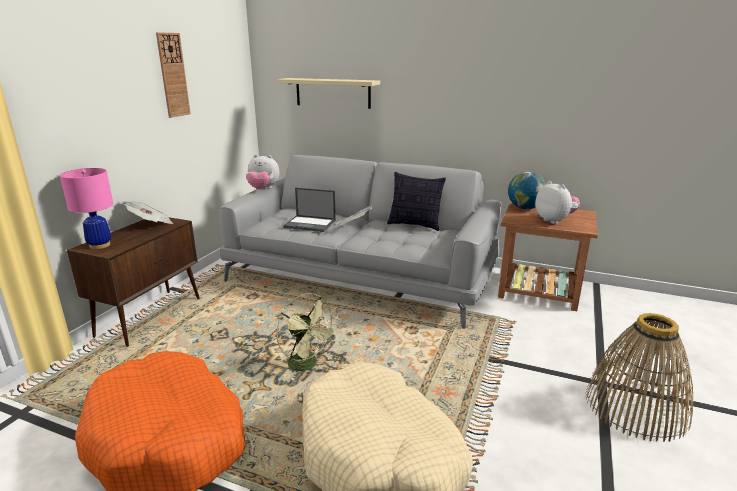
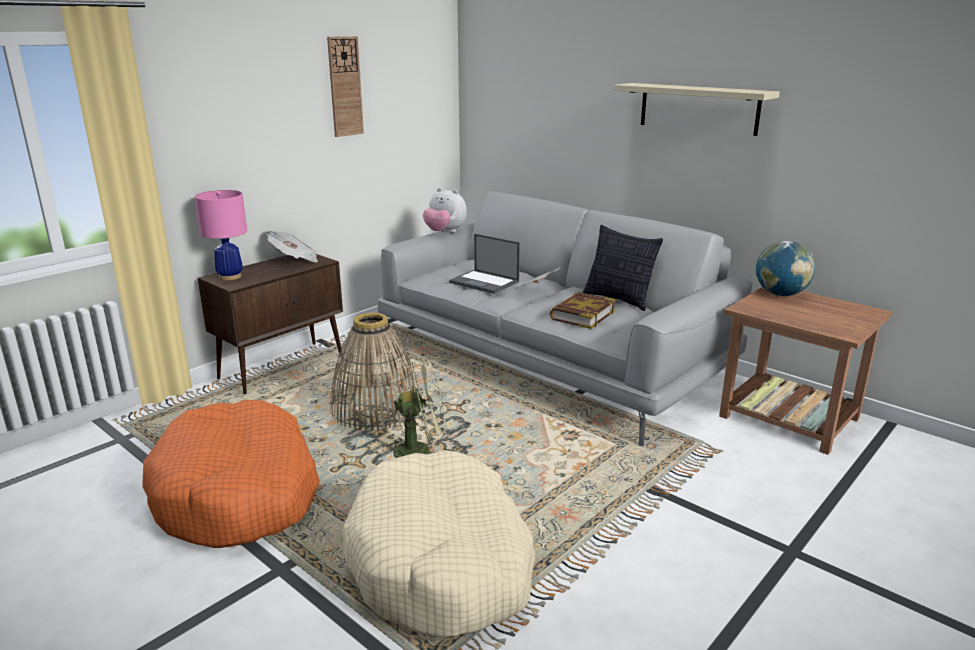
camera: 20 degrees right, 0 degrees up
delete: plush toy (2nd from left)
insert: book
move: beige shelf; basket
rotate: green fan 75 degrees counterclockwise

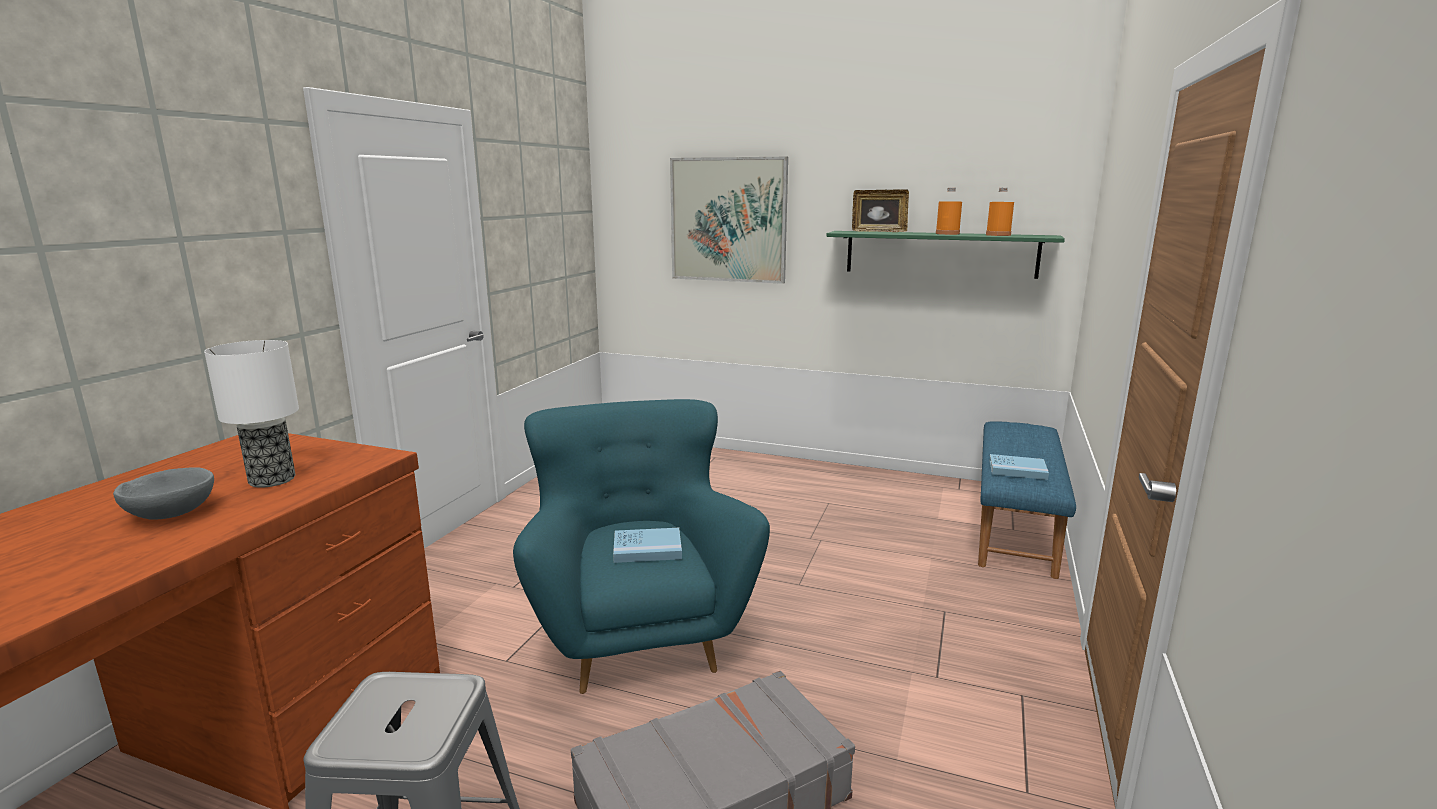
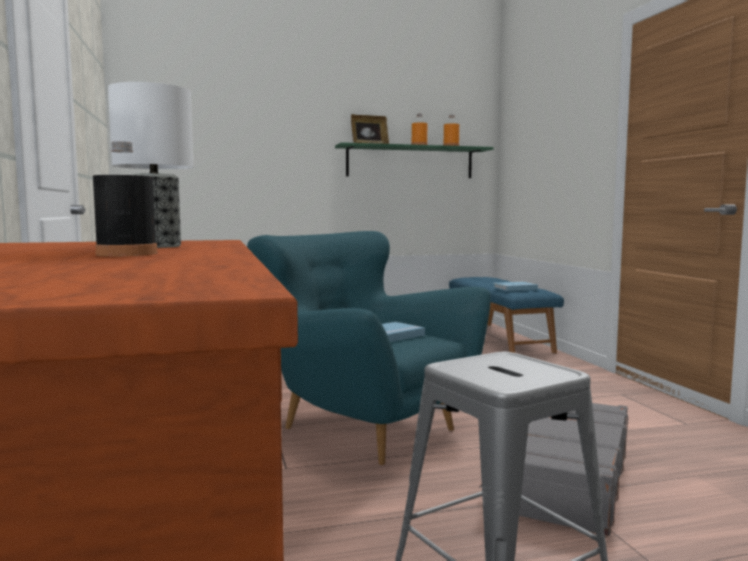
camera: 35 degrees left, 10 degrees down
delete: picture
replace: grey bowl to black bottle

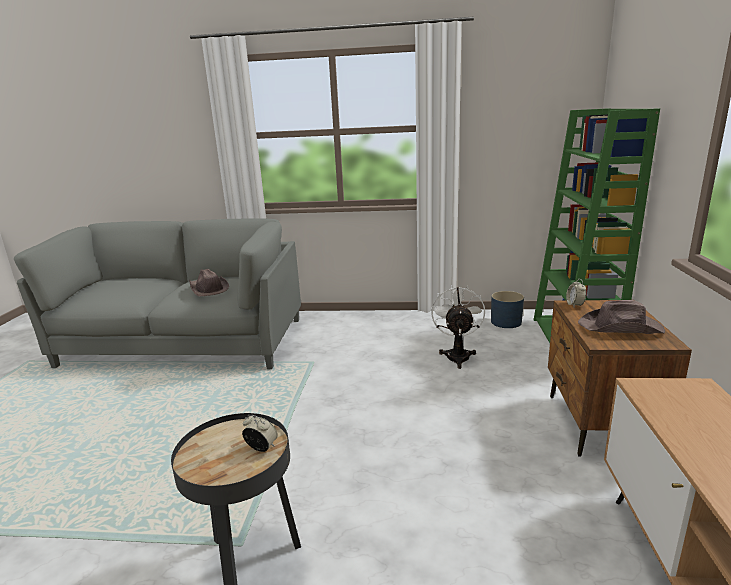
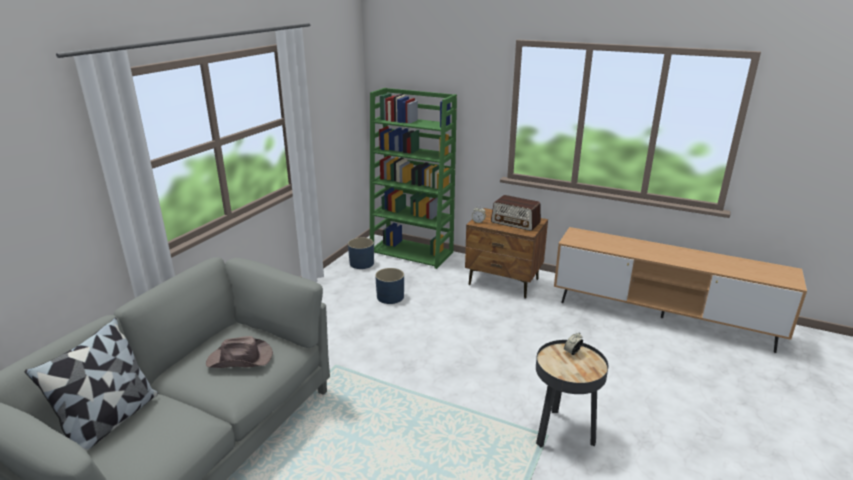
camera: 70 degrees left, 5 degrees up
insert: pillow
replace: white fan to blue planter (2nd from left); brown hat (2nd from left) to radio

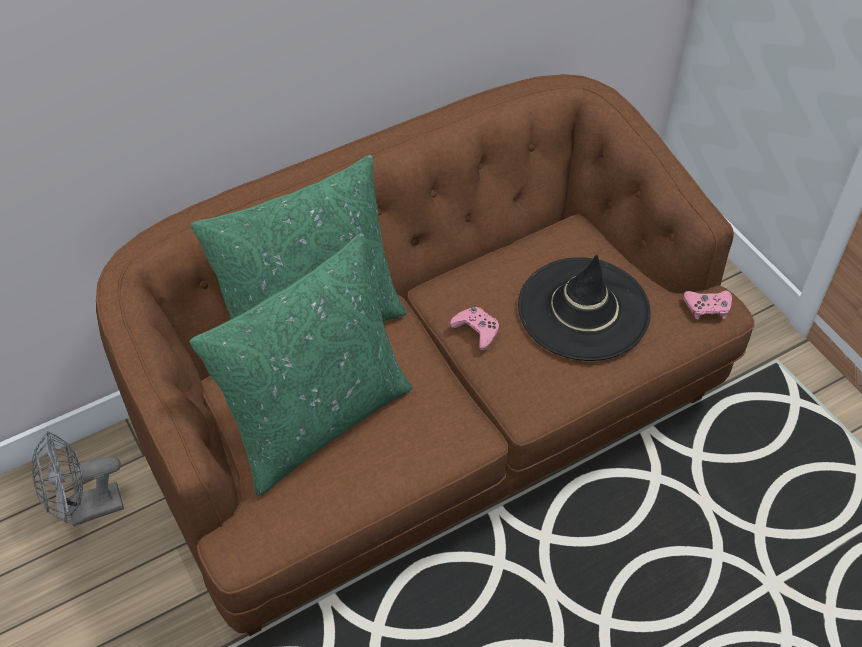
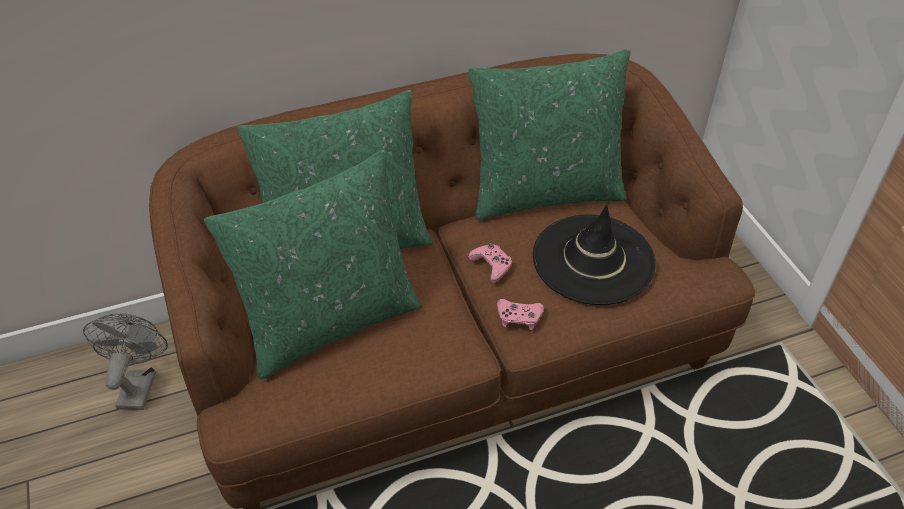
camera: 10 degrees right, 5 degrees down
insert: green pillow (3rd from left)
move: pink game controller (2nd from left)
rotate: grey fan 105 degrees clockwise

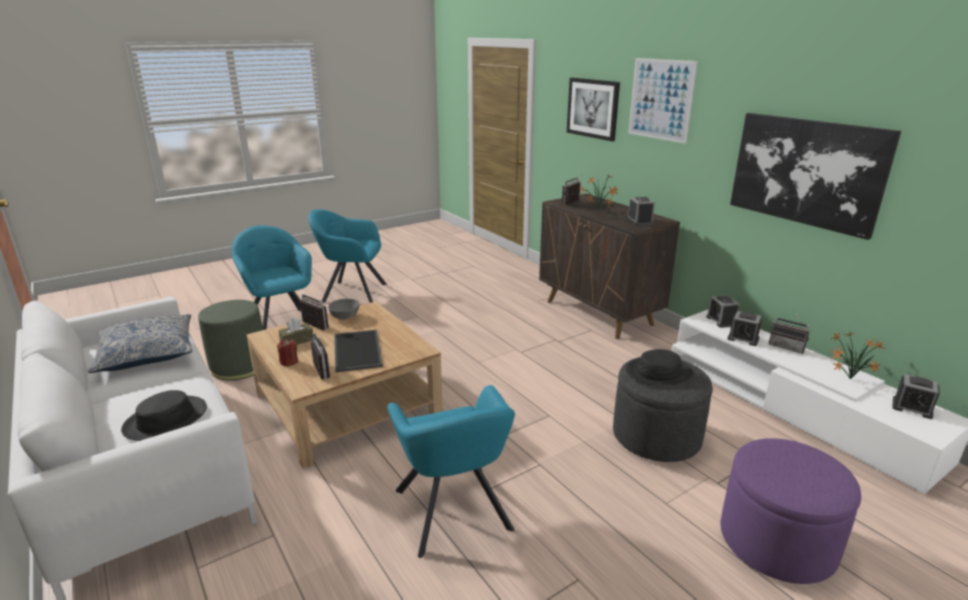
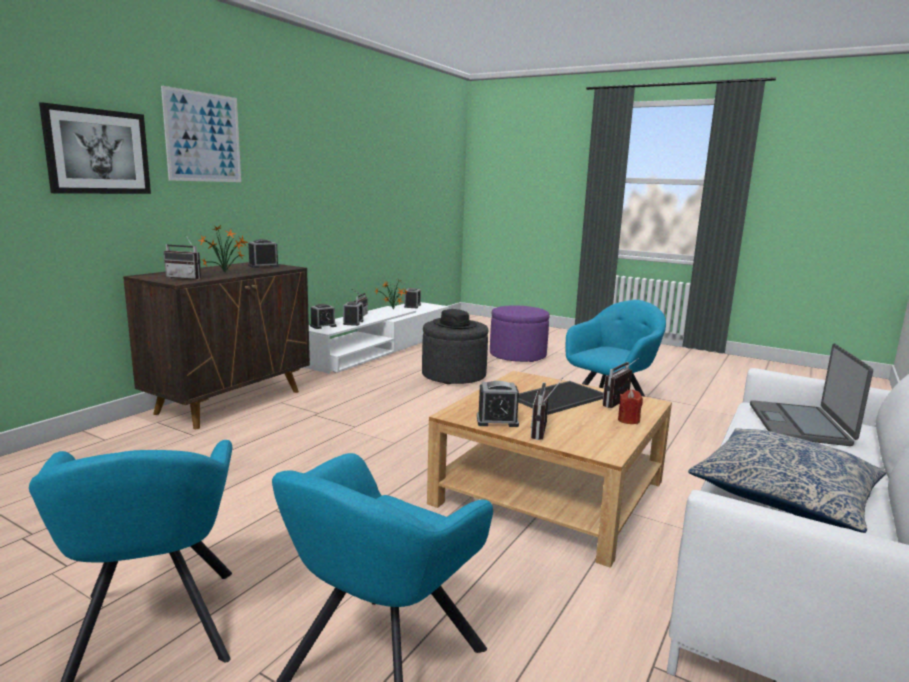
camera: 115 degrees left, 10 degrees down
delete: picture (3rd from left); green ottoman; brown tissue box
replace: grey bowl to alarm clock (5th from left); black hat (1st from left) to laptop

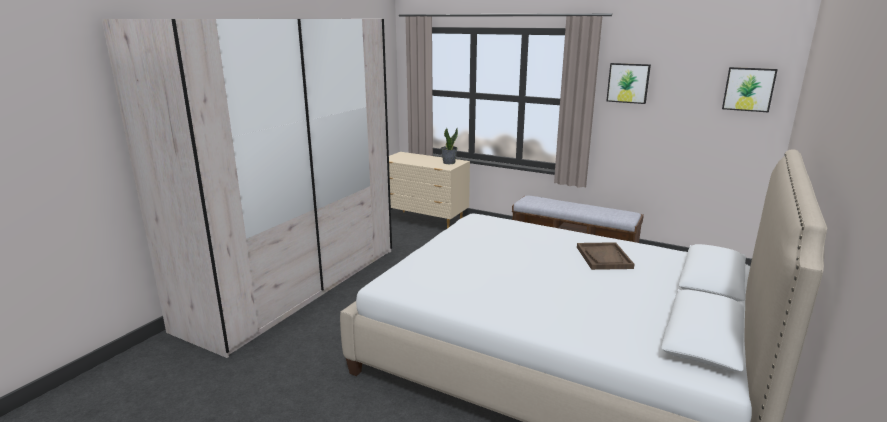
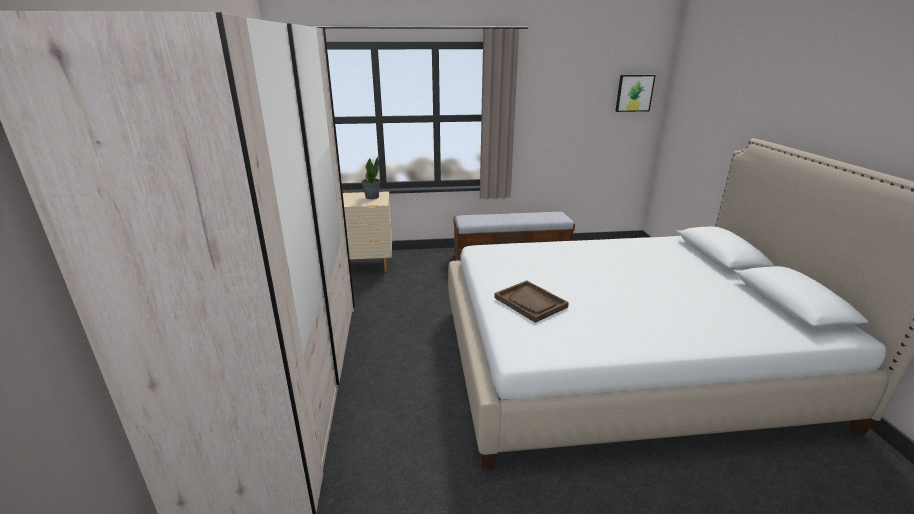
camera: 35 degrees left, 5 degrees up
delete: picture (1st from left)
move: brown tray

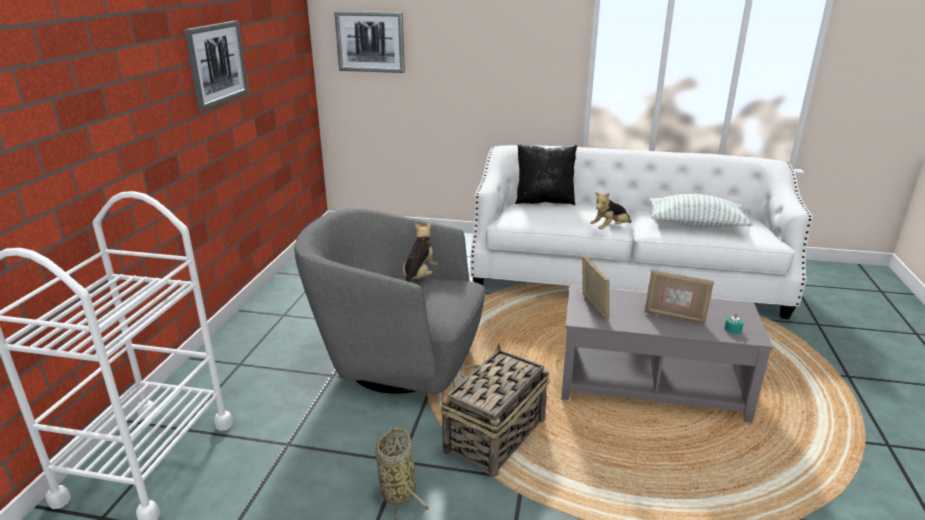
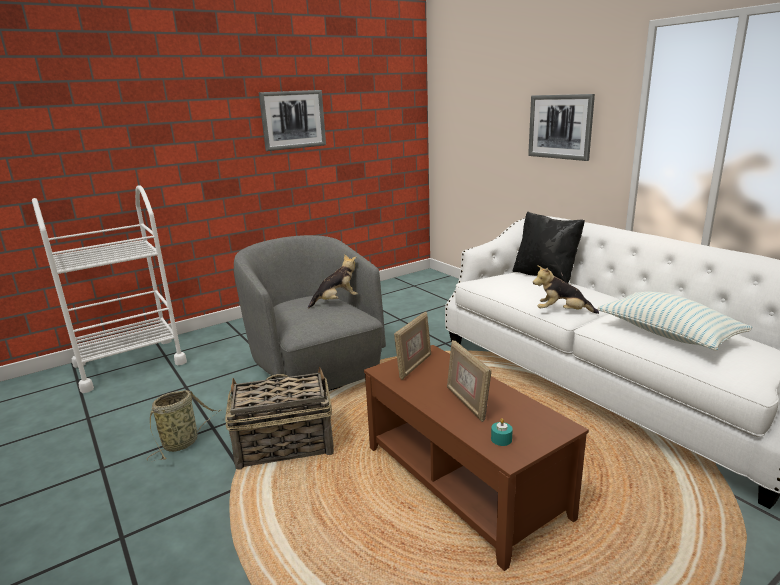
camera: 45 degrees right, 5 degrees down
move: picture (2nd from left)
recolor: grey coffee table to brown coffee table

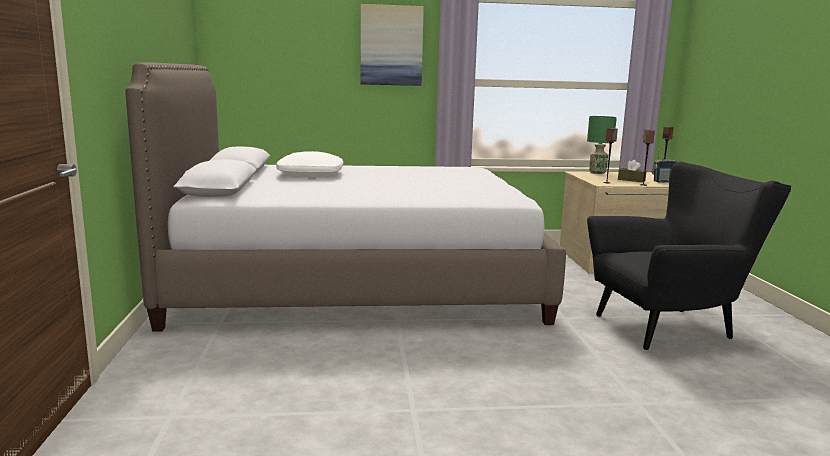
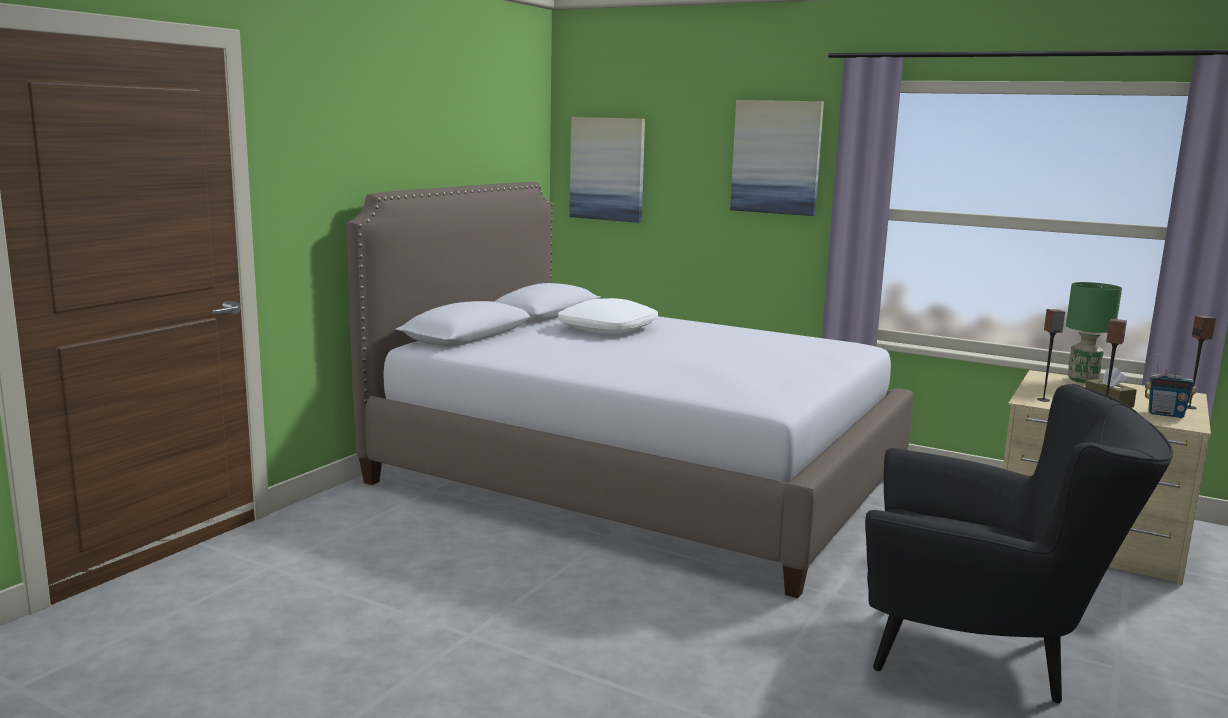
camera: 35 degrees right, 0 degrees up
insert: picture (1st from left)

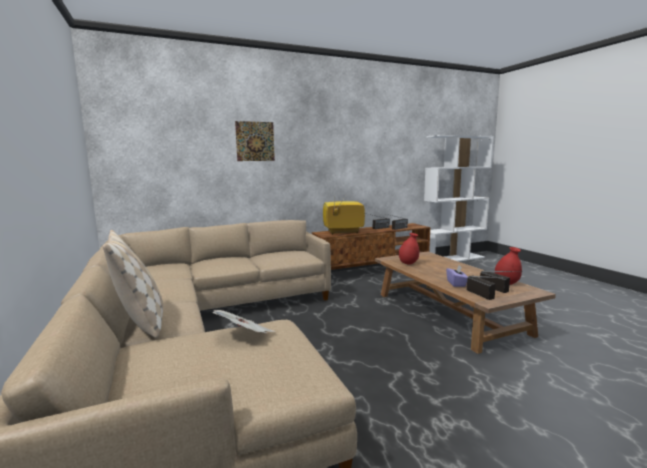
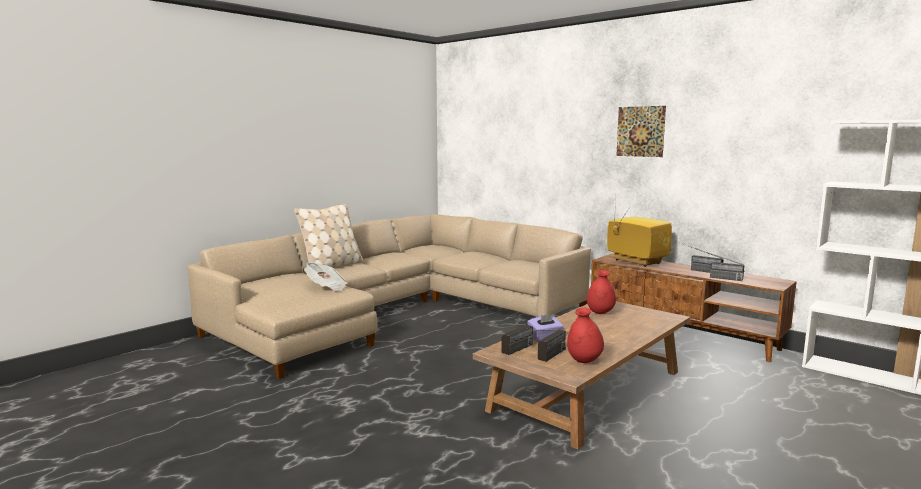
camera: 65 degrees right, 0 degrees up
move: picture

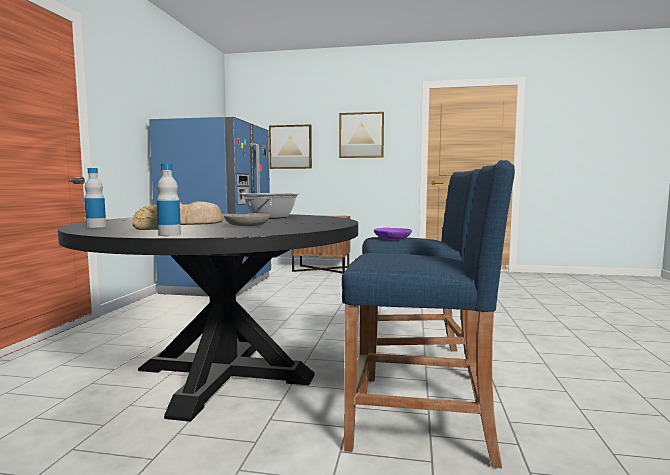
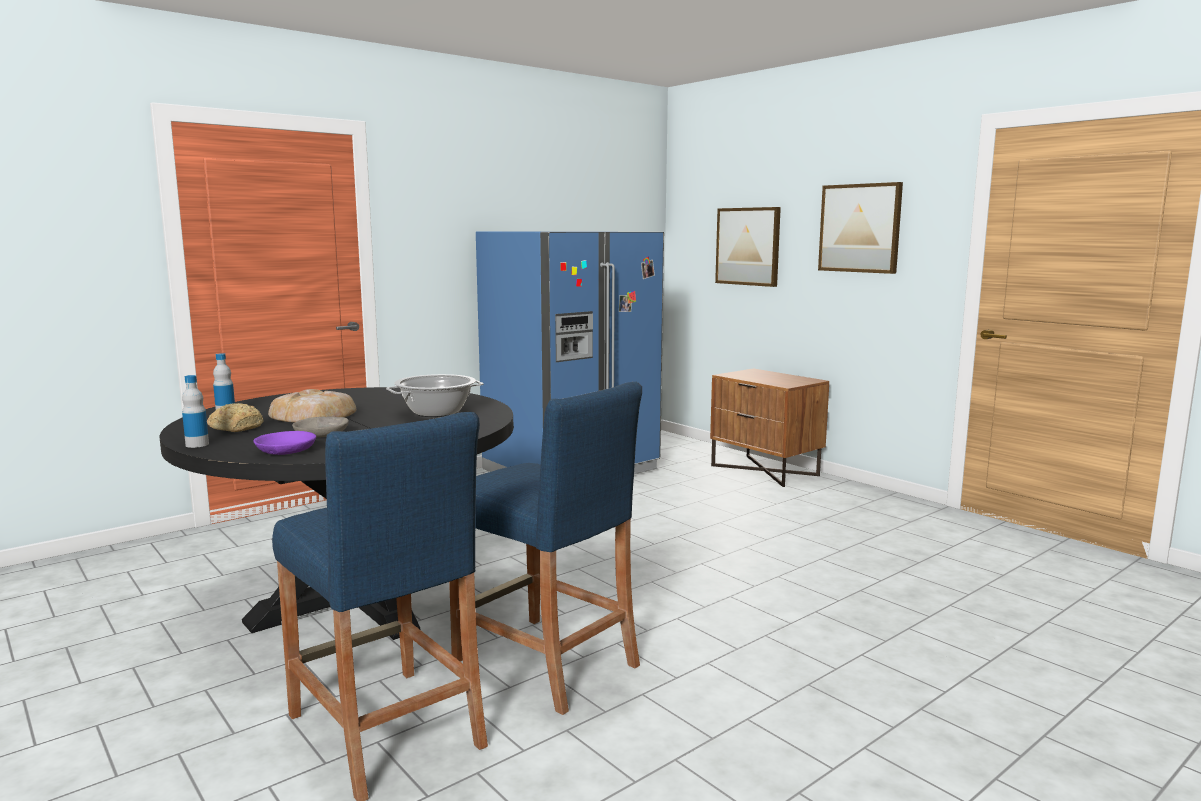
camera: 40 degrees right, 5 degrees up
move: purple bowl

